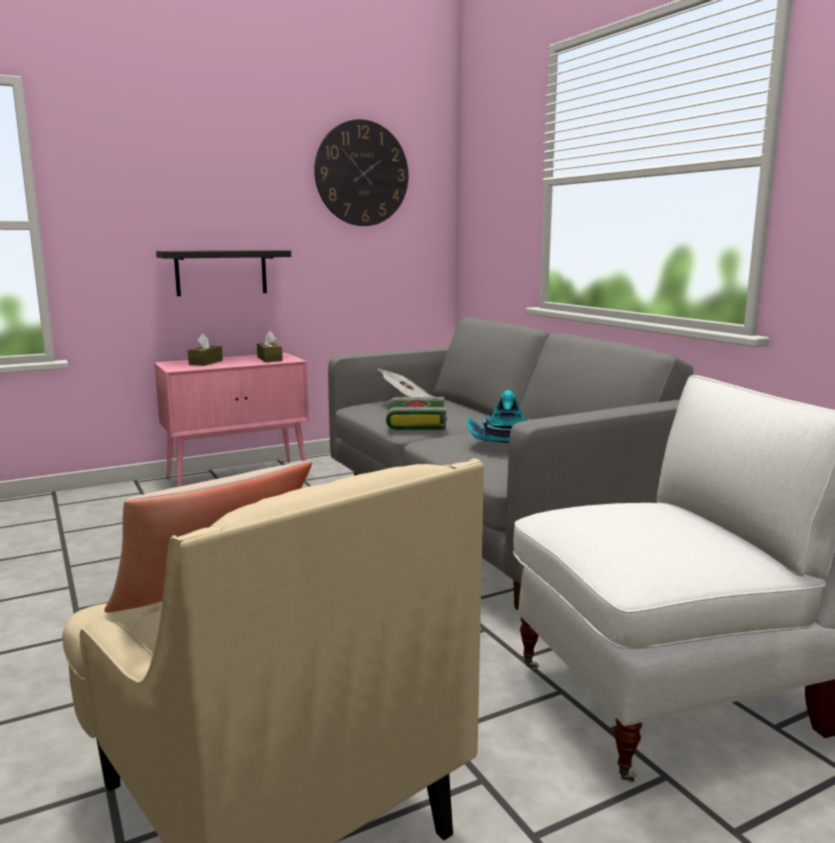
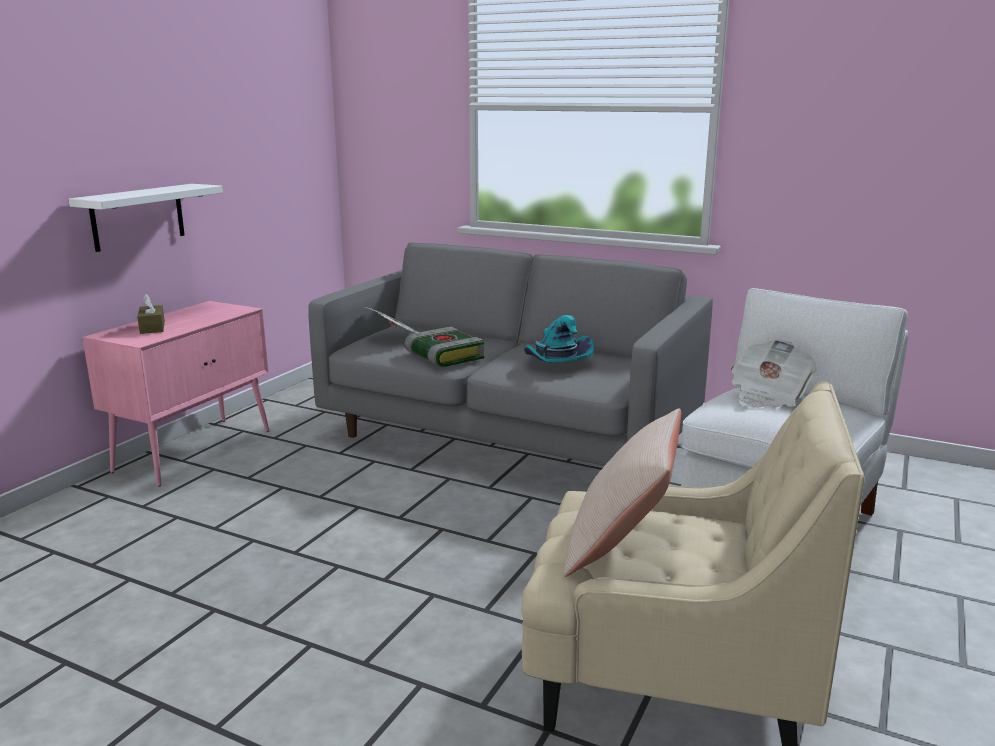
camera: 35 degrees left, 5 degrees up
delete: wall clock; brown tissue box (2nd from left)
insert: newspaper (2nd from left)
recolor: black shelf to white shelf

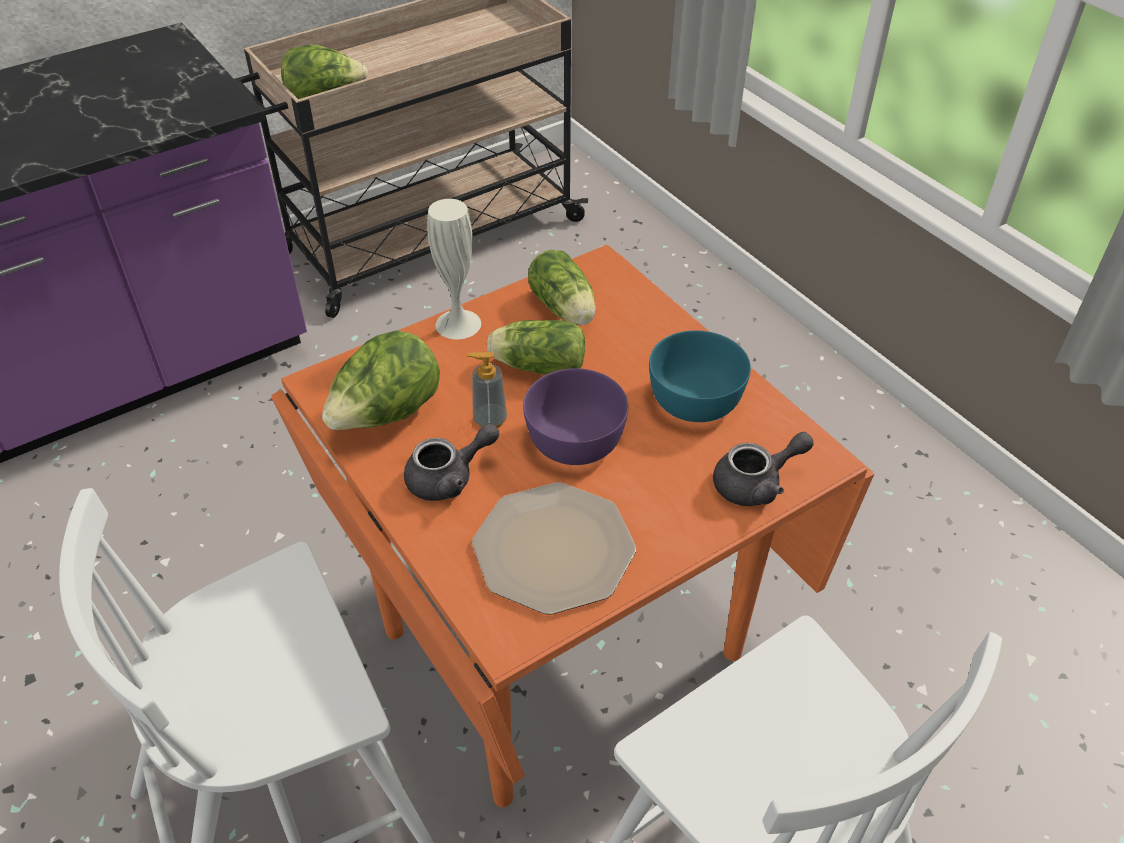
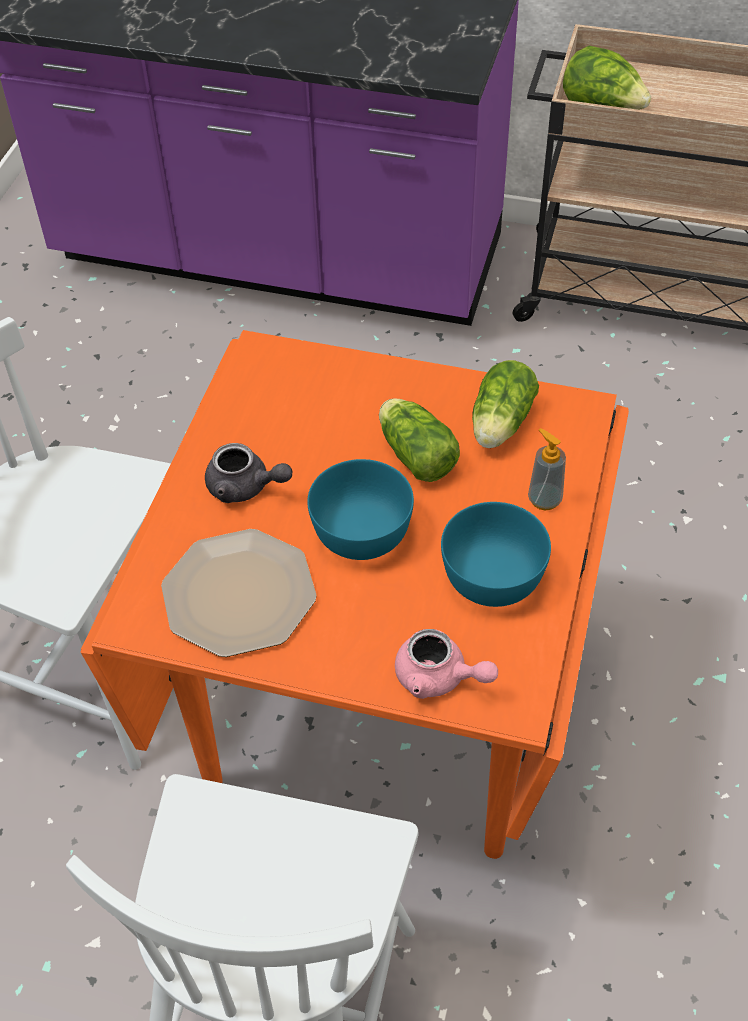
camera: 50 degrees right, 5 degrees up
delete: white vase; lettuce (2nd from left)
move: soap dispenser
recolor: purple bowl to turquoise bowl (1st from left); grey teapot (2nd from left) to pink teapot

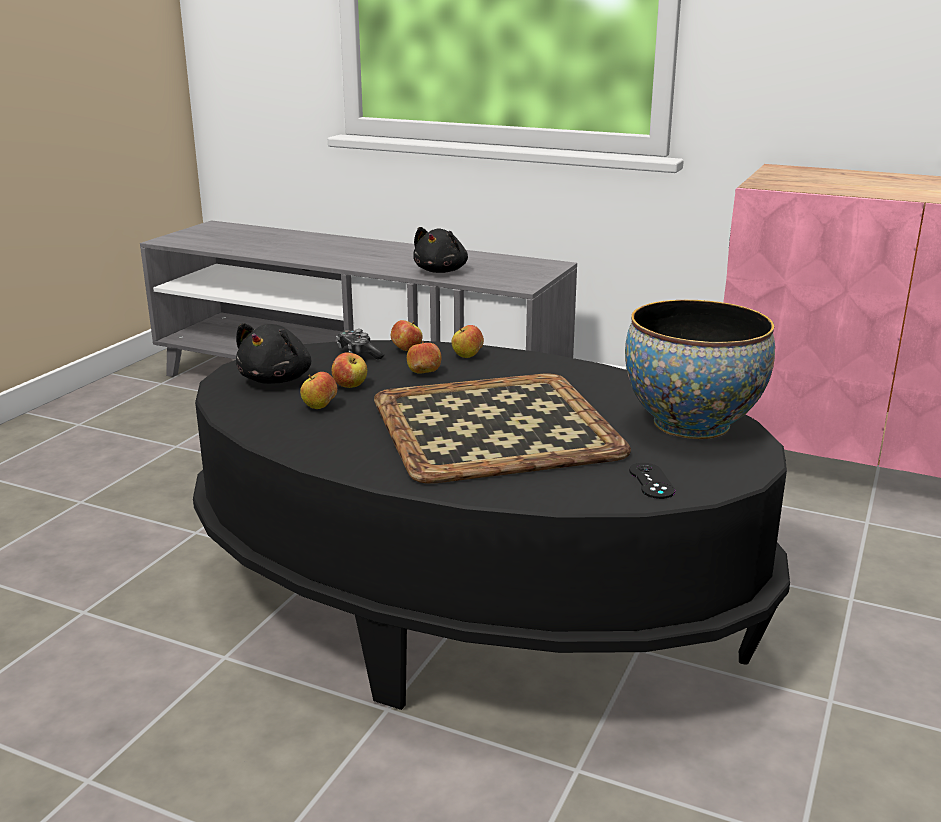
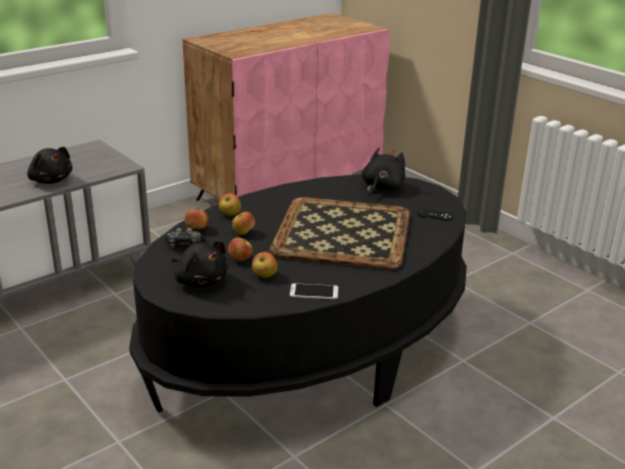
camera: 65 degrees left, 5 degrees up
insert: phone
replace: bowl to black plush toy (3rd from left)

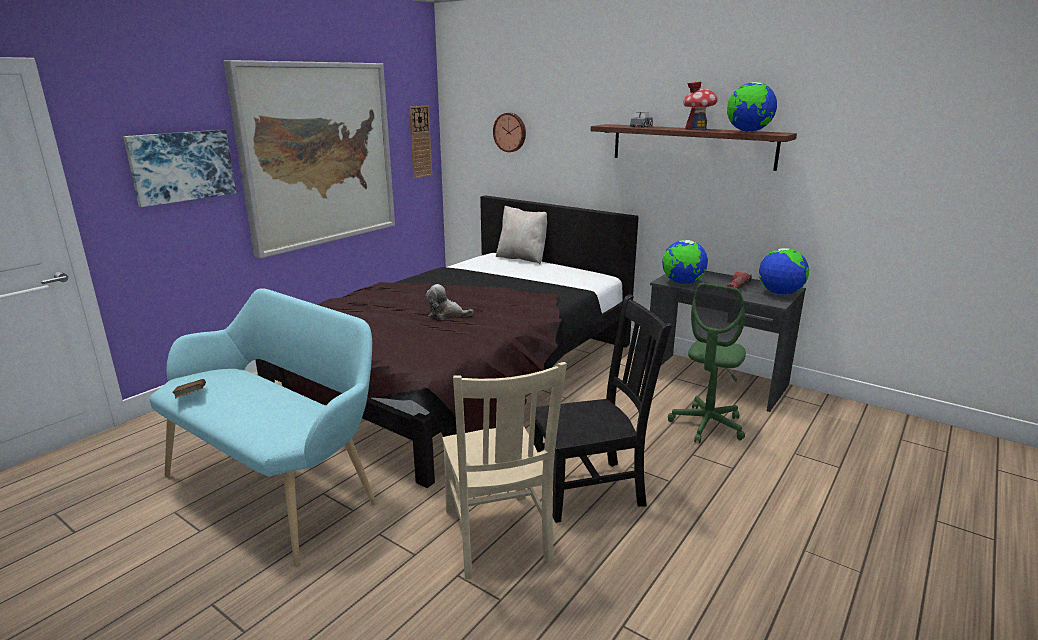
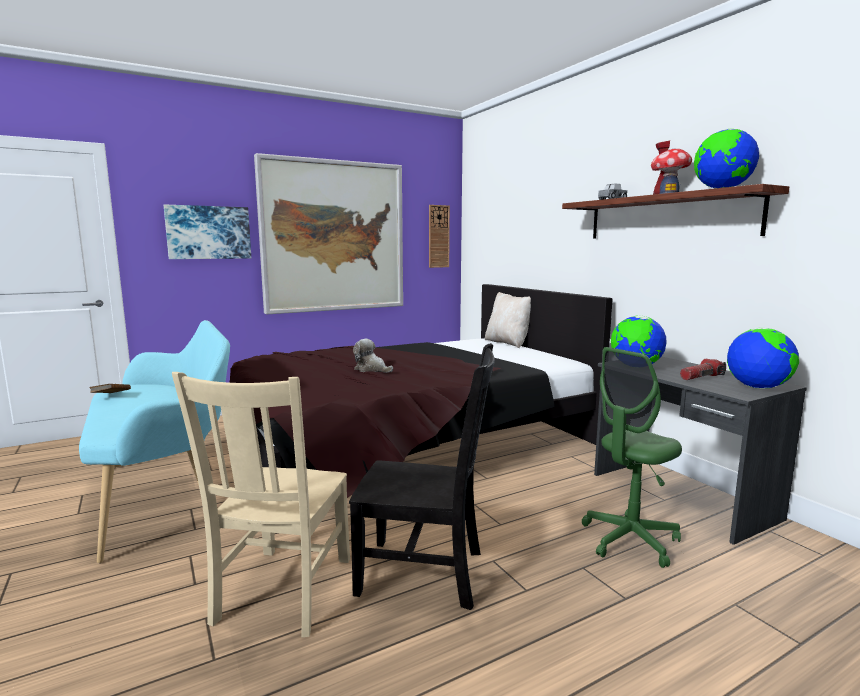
camera: 25 degrees right, 10 degrees down
delete: wall clock (2nd from left)

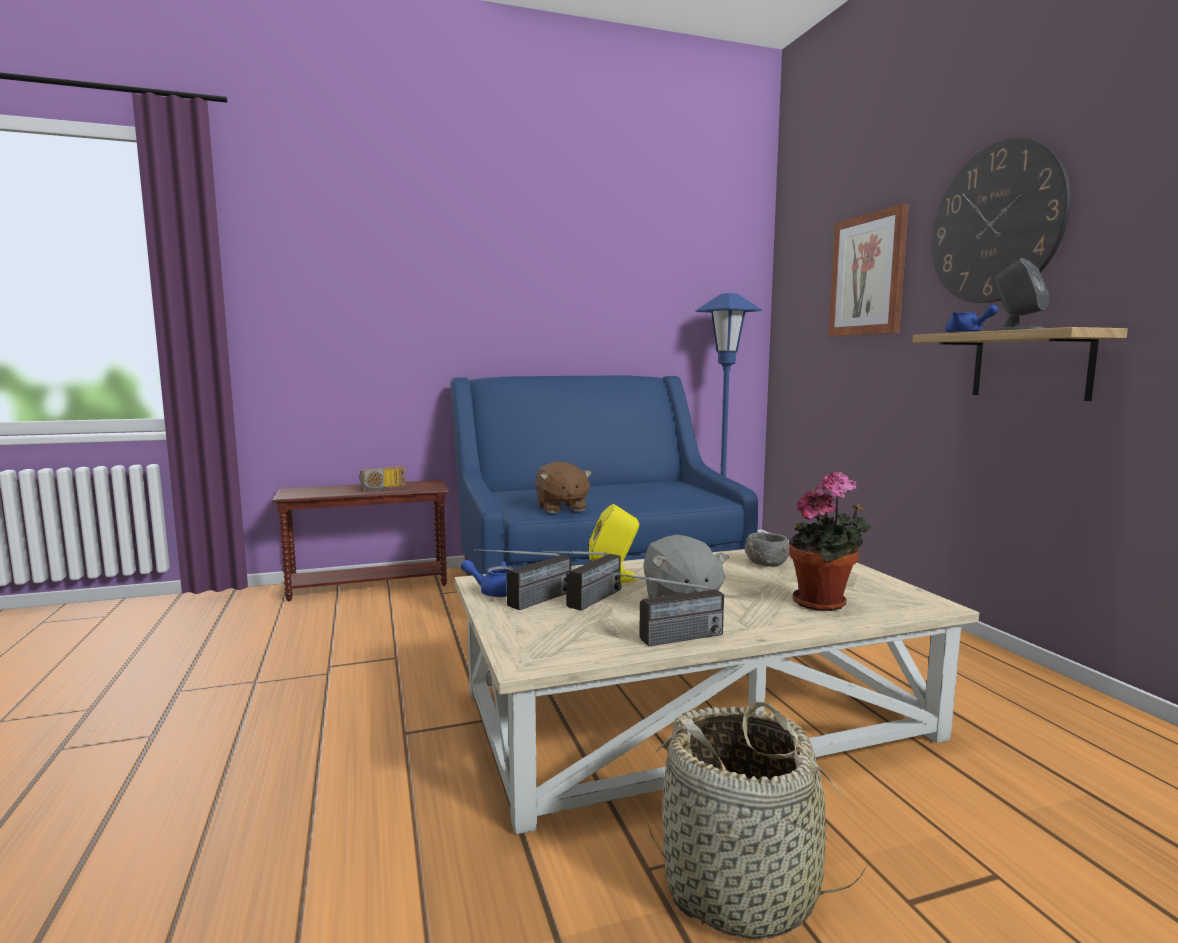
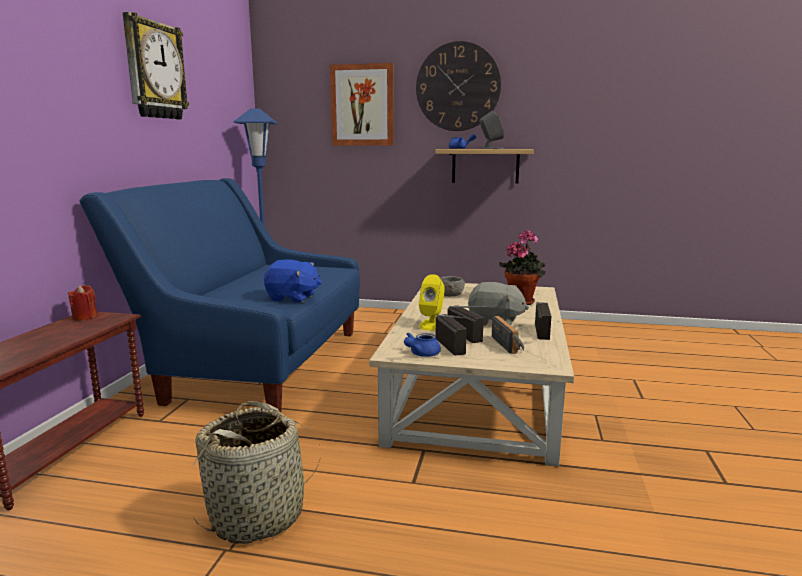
camera: 60 degrees left, 5 degrees up
insert: wall clock (1st from left); red candle
move: radio (1st from left in the first image) to radio (3rd from left); basket
recolor: brown plush toy to blue plush toy

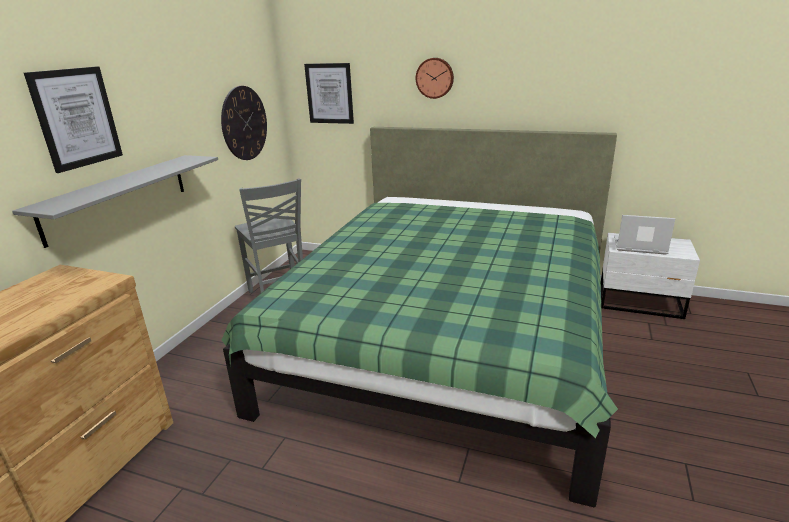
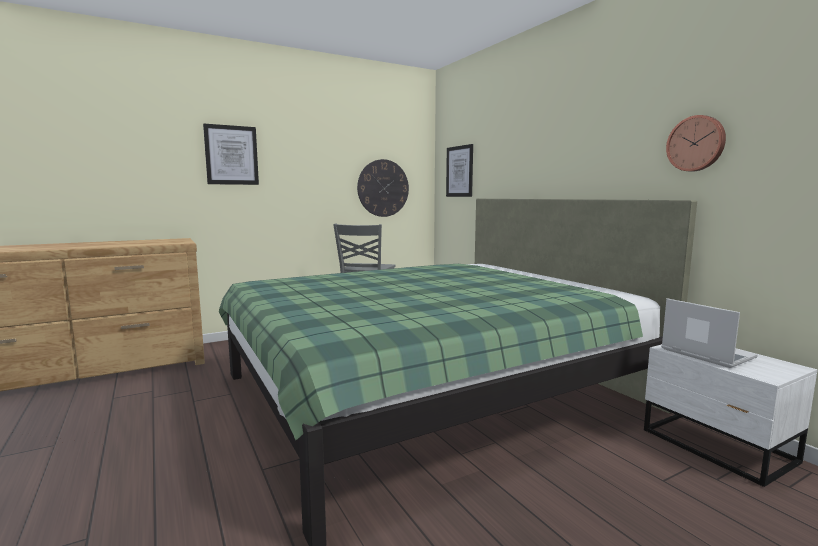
camera: 40 degrees right, 15 degrees down
delete: grey shelf
move: wall clock (2nd from left)

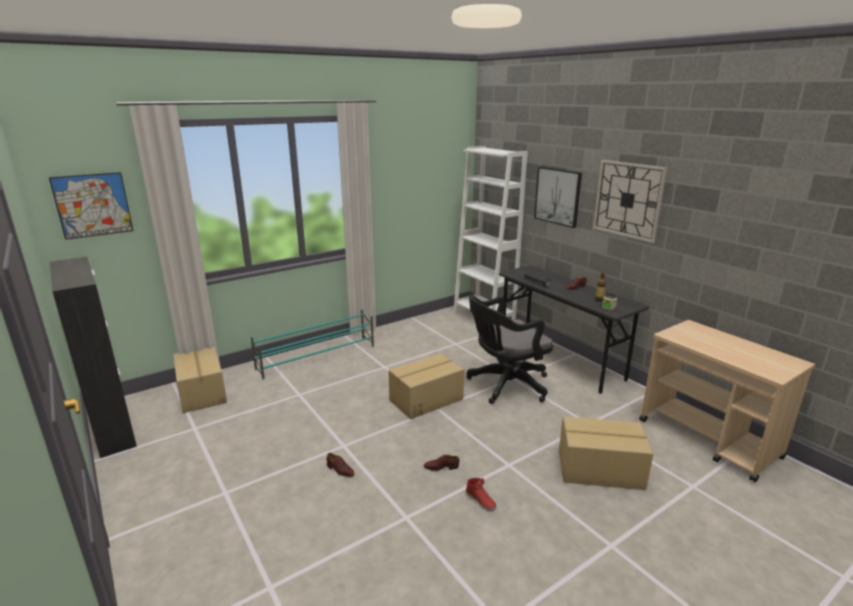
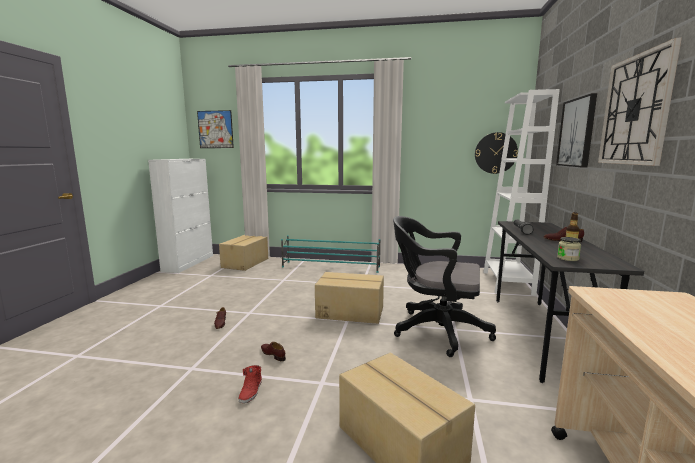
camera: 45 degrees right, 10 degrees down
insert: wall clock (1st from left)
recolor: black cabinet to white cabinet

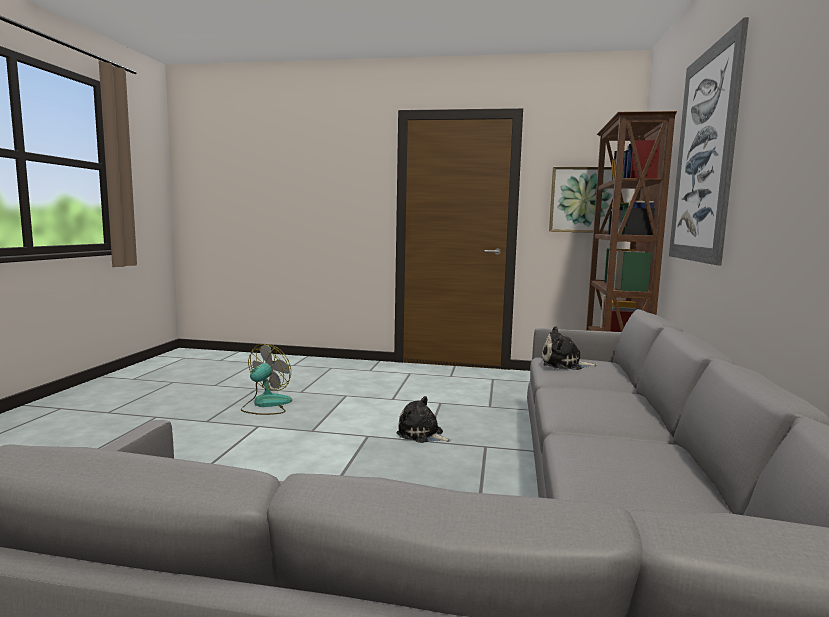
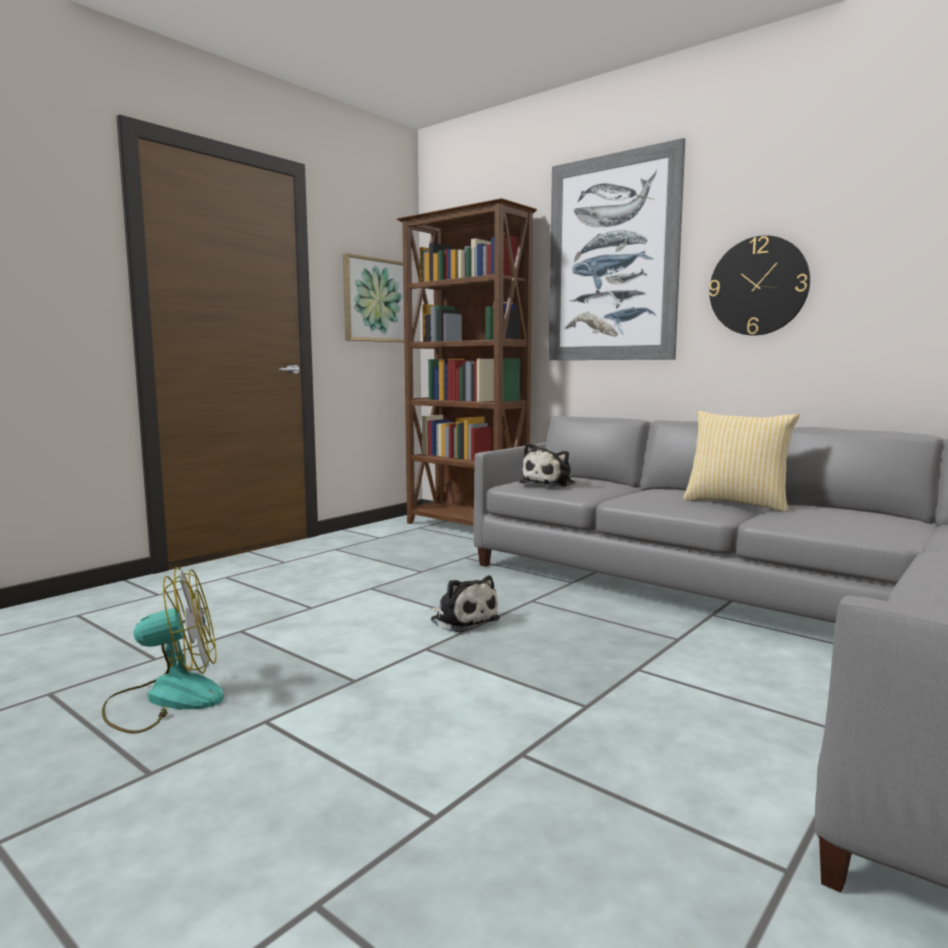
camera: 60 degrees left, 0 degrees up
insert: wall clock; pillow
rotate: fan 105 degrees clockwise; plush toy (1st from left) 105 degrees counterclockwise

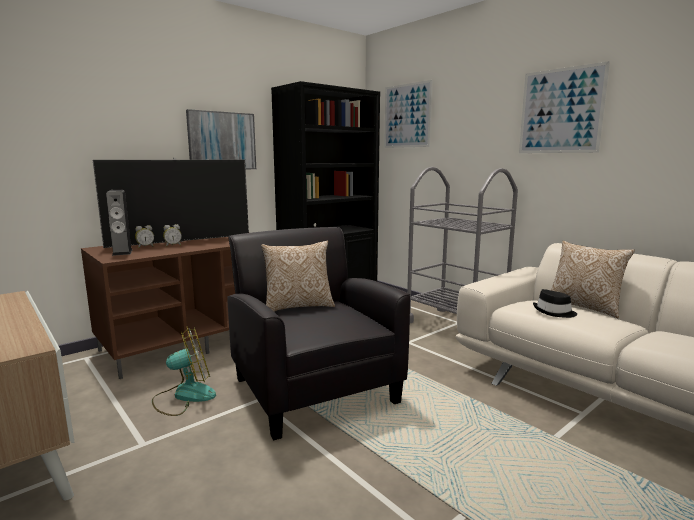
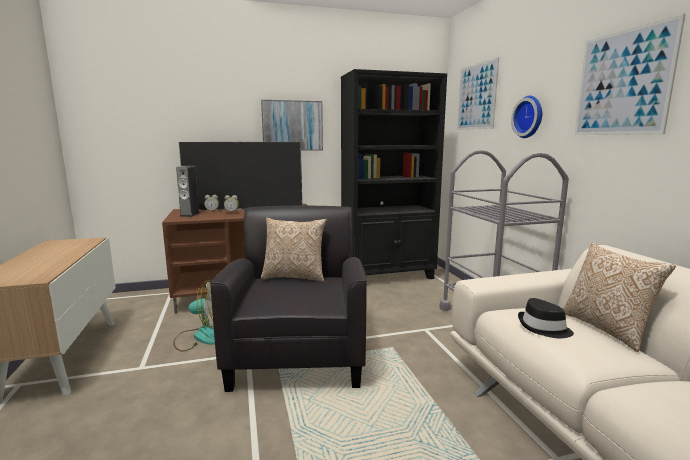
camera: 25 degrees right, 0 degrees up
insert: wall clock

